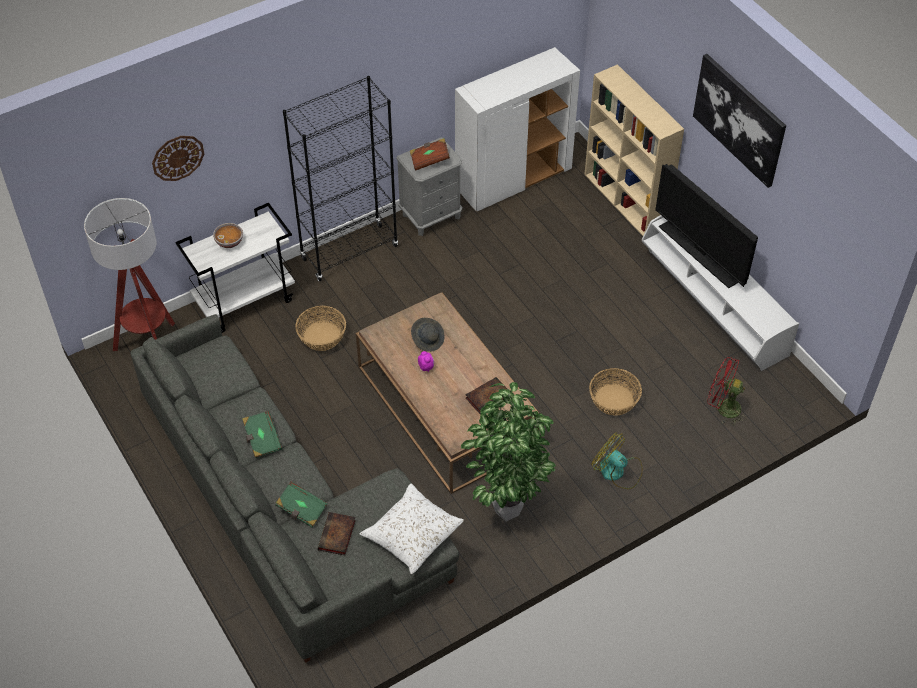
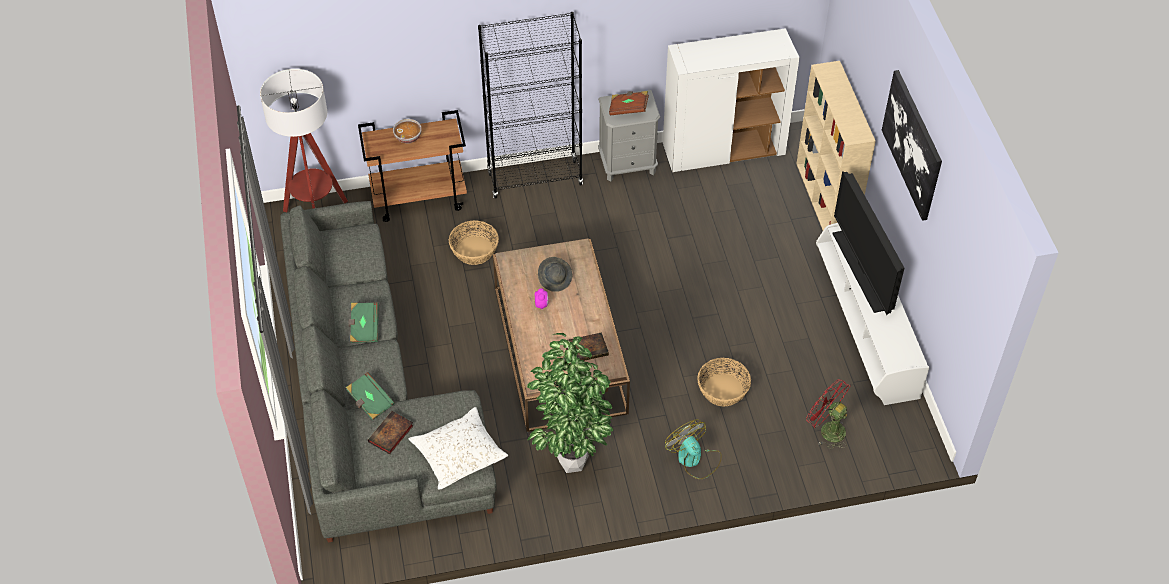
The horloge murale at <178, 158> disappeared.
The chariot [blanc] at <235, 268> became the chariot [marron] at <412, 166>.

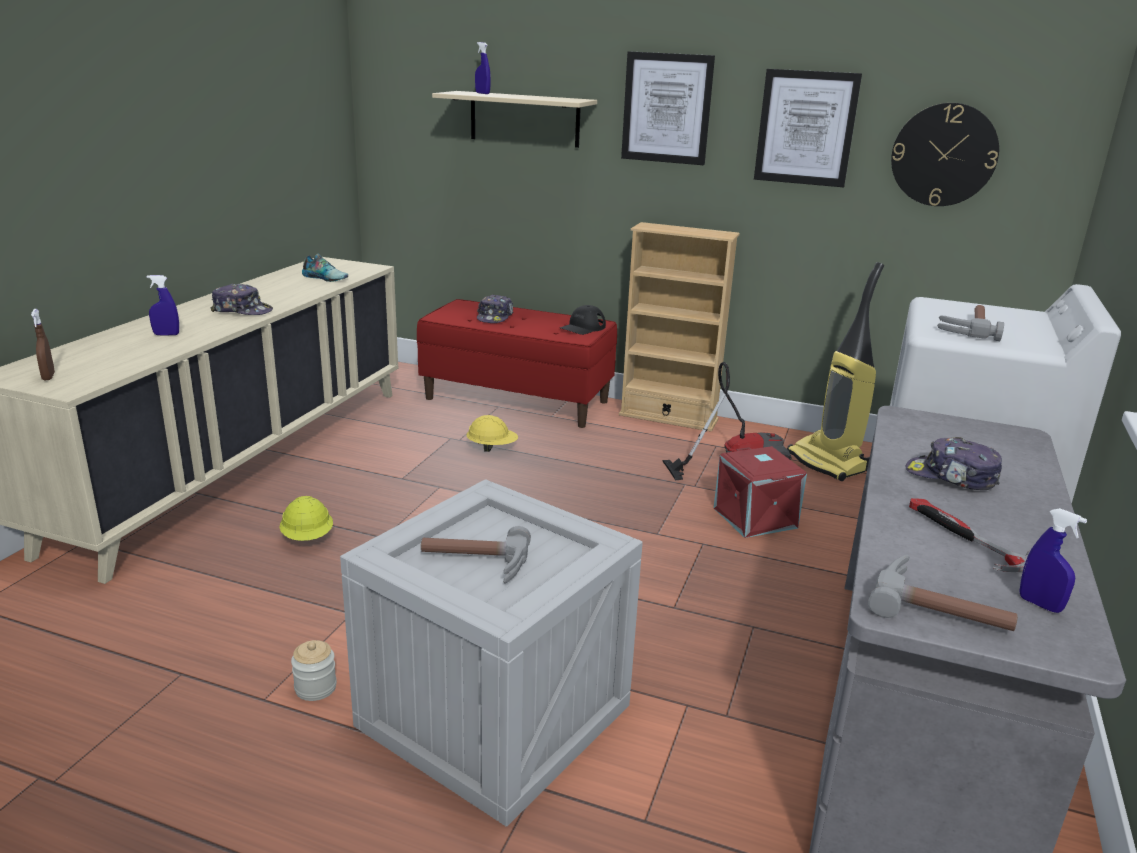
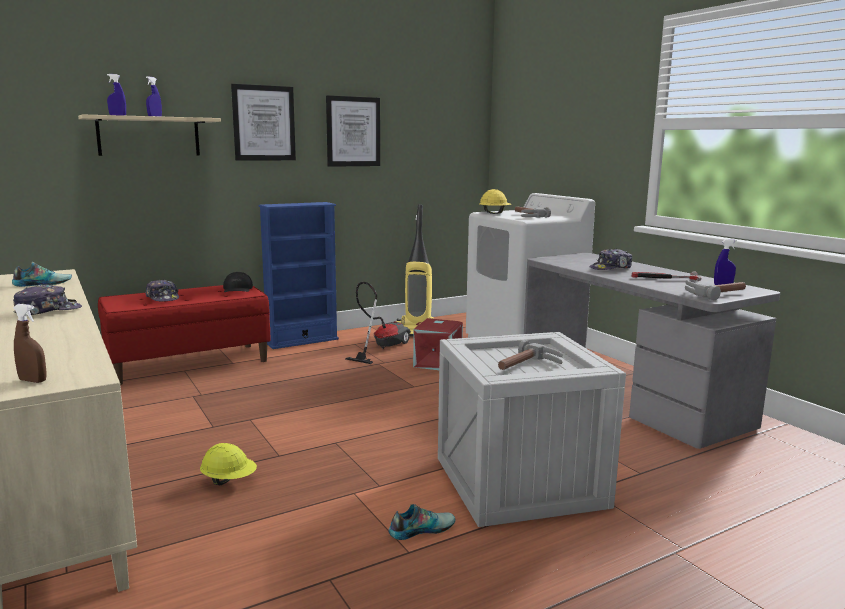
The vaporisateur [bleu] moved from <163, 305> to <154, 96>.
The bocal at <314, 670> was replaced by the chaussure at <422, 522>.
The casque de chantier [jaune] moved from <492, 433> to <495, 201>.
The bibliothèque [beige] at <679, 327> became the bibliothèque [bleu] at <299, 275>.
The horloge murale at <945, 154> disappeared.

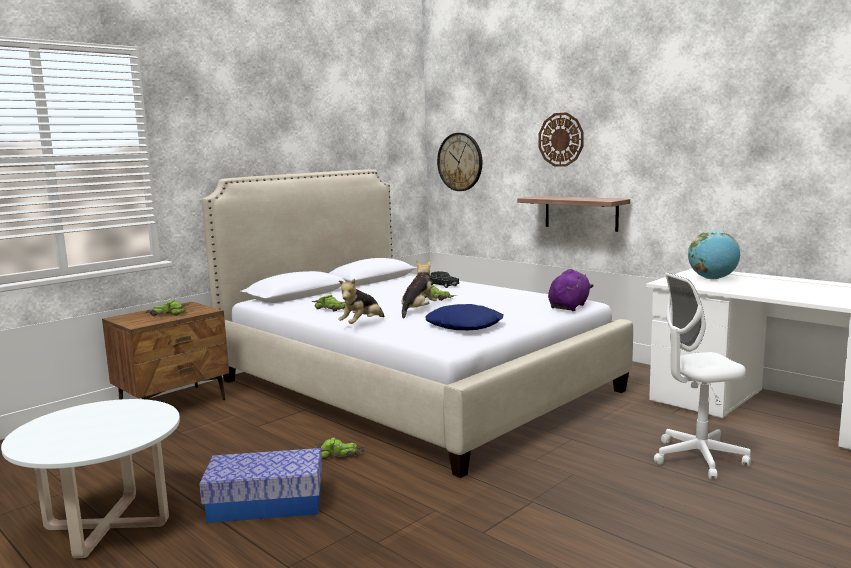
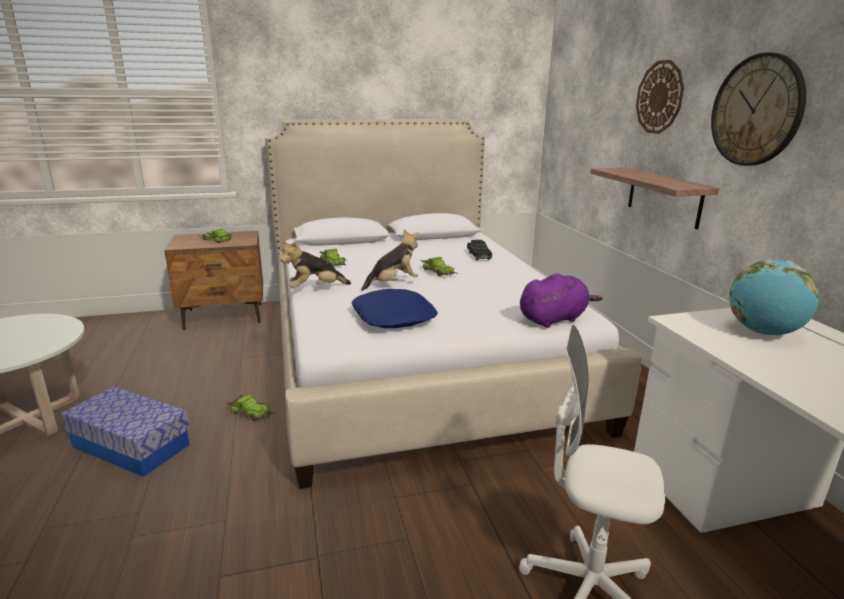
The horloge murale moved from <459, 162> to <758, 109>.

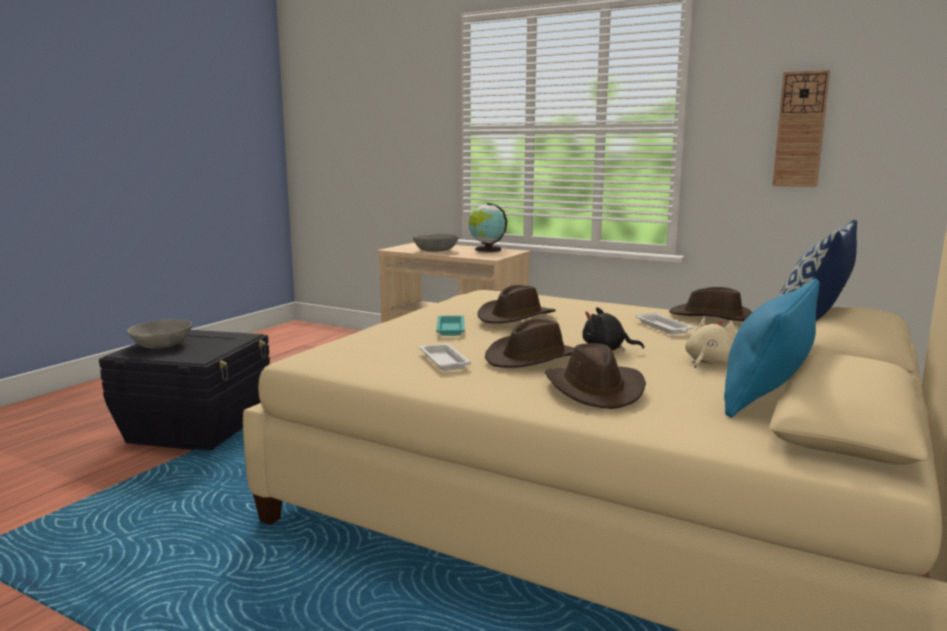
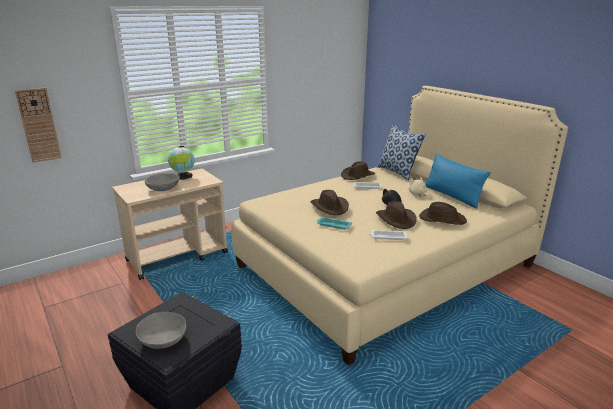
The horloge murale moved from <801, 128> to <38, 125>.

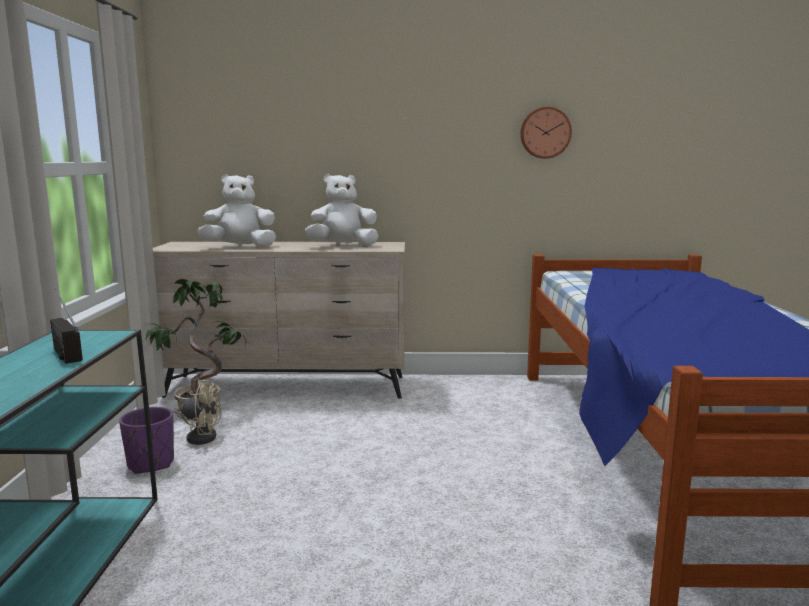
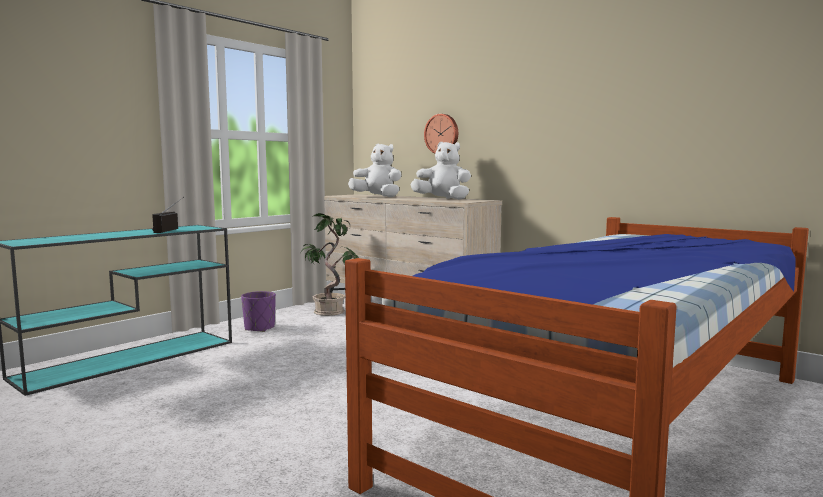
The ventilateur [beige] at <197, 412> disappeared.
The horloge murale moved from <546, 132> to <441, 133>.

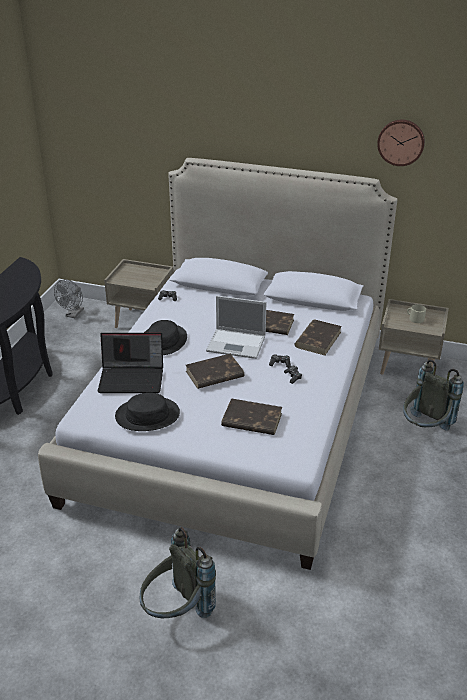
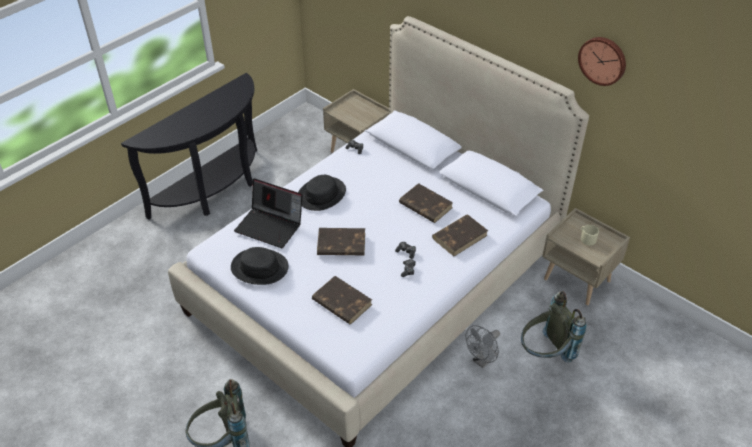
The ventilateur [gris] moved from <69, 299> to <482, 346>.
The ordinateur portable at <236, 327> disappeared.

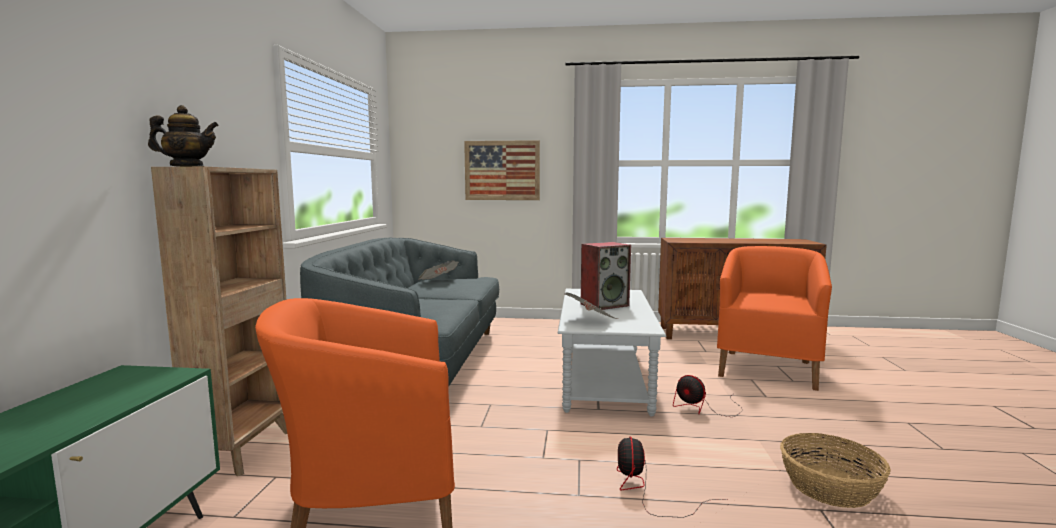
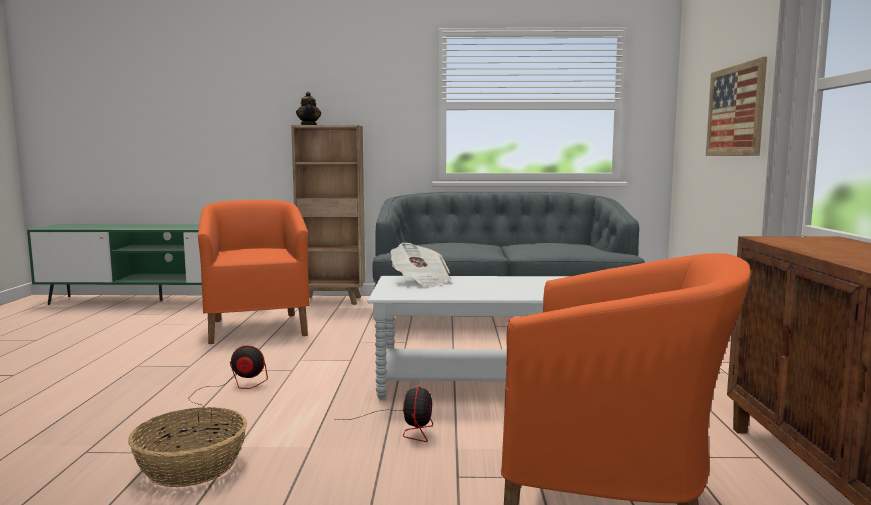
The journal at <439, 270> disappeared.
The enceinte at <606, 276> disappeared.
The ventilateur at <708, 396> turned 150 degrees clockwise.

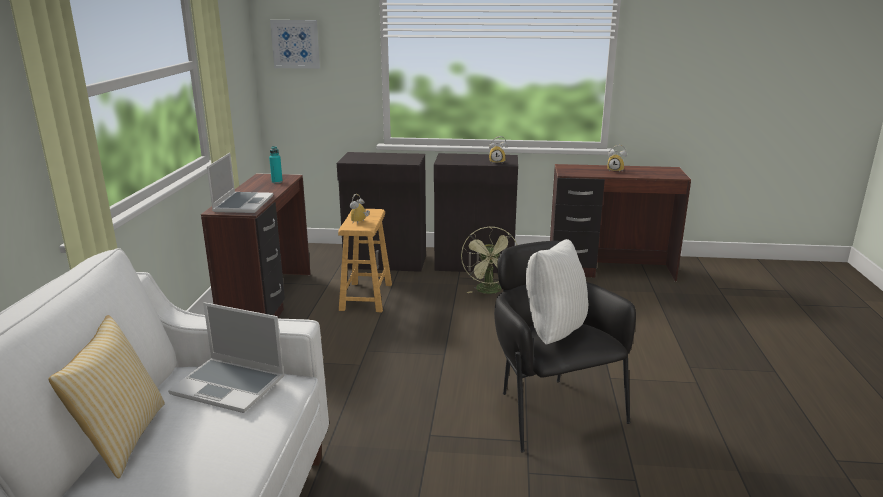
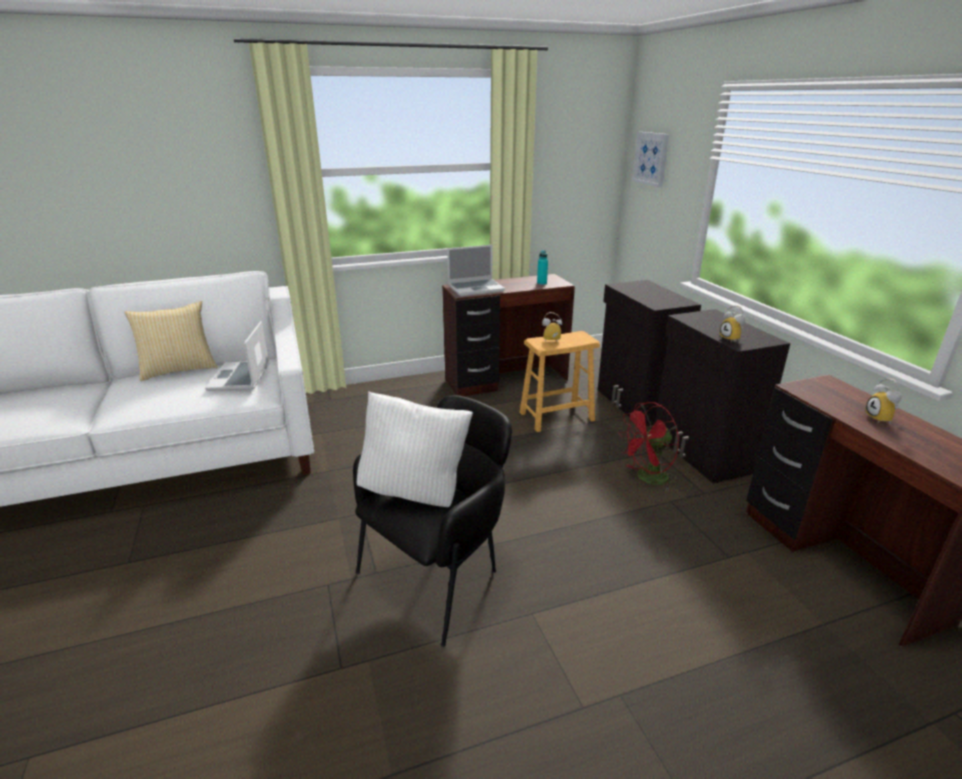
The ventilateur [vert] at <489, 260> became the ventilateur [rouge] at <648, 447>.

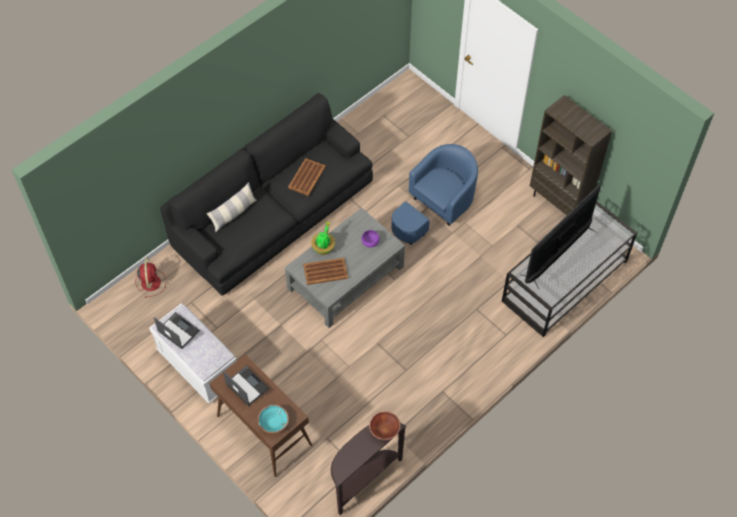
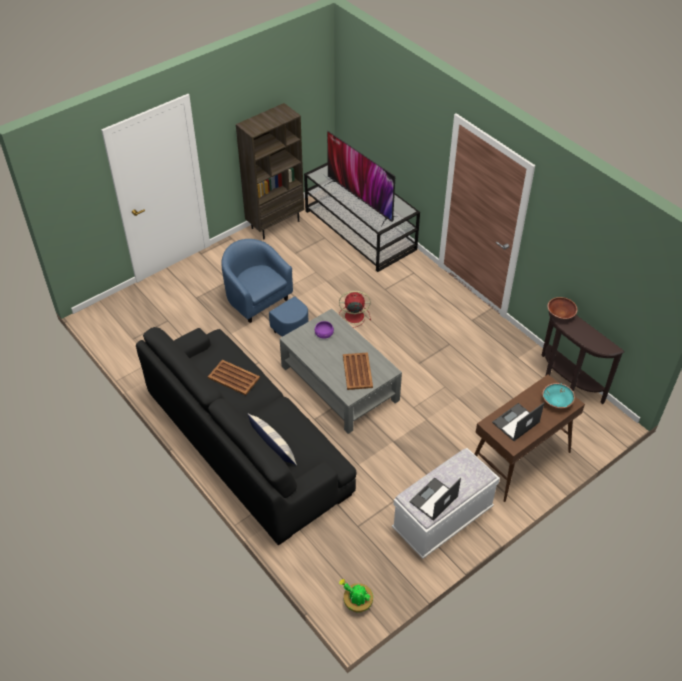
The ventilateur [rouge] moved from <150, 277> to <355, 309>.
The plante en pot moved from <323, 238> to <356, 596>.

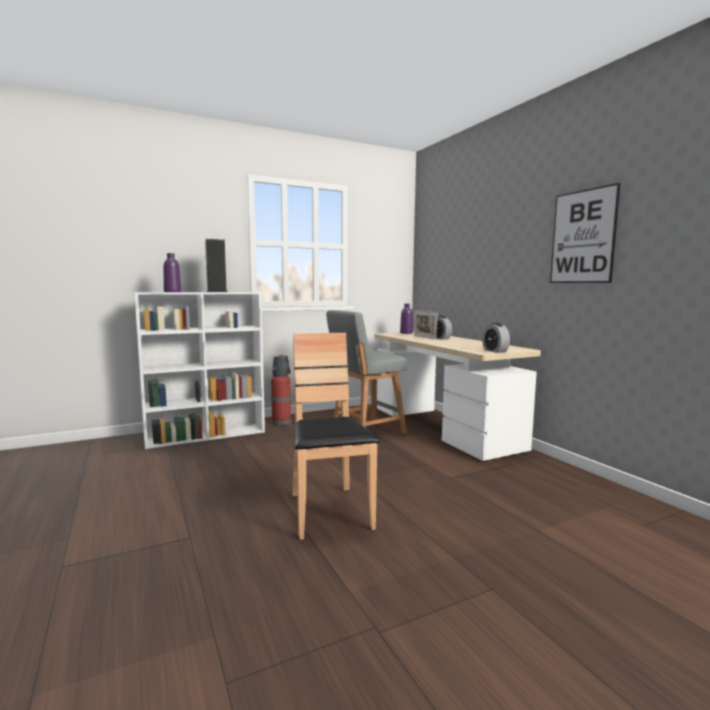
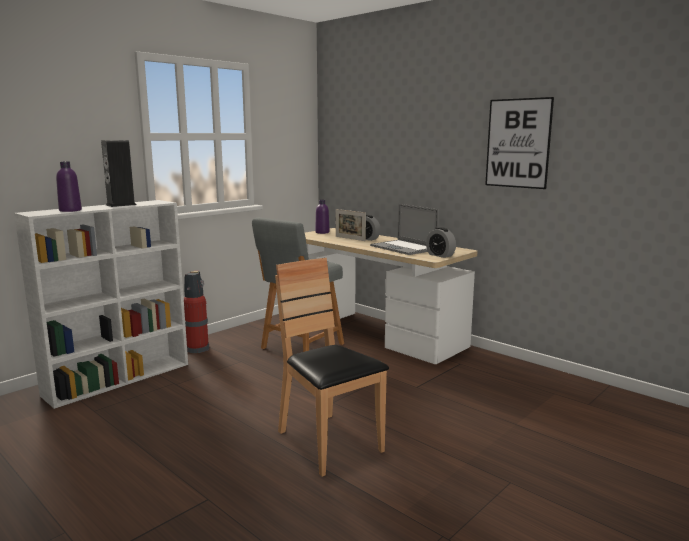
The ordinateur portable at <404, 229> appeared.

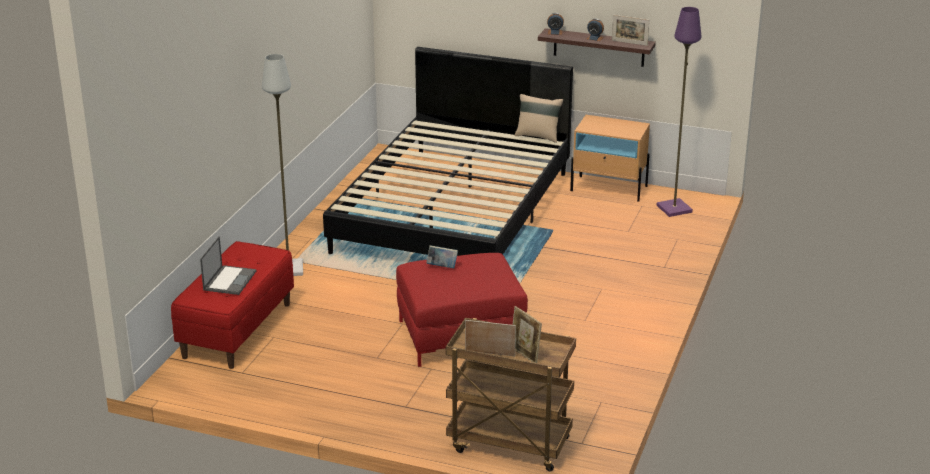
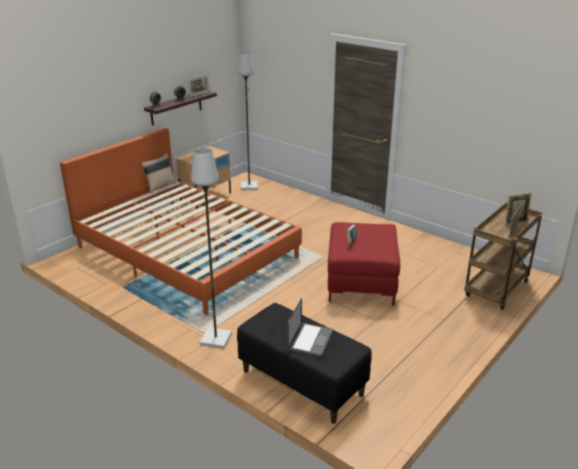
The banc [rouge] at <232, 305> became the banc [noir] at <304, 363>.
The ordinateur portable at <228, 265> turned 75 degrees clockwise.
The lit [noir] at <448, 151> became the lit [orange] at <181, 221>.
The lampadaire [violet] at <679, 112> became the lampadaire [gris] at <247, 121>.

